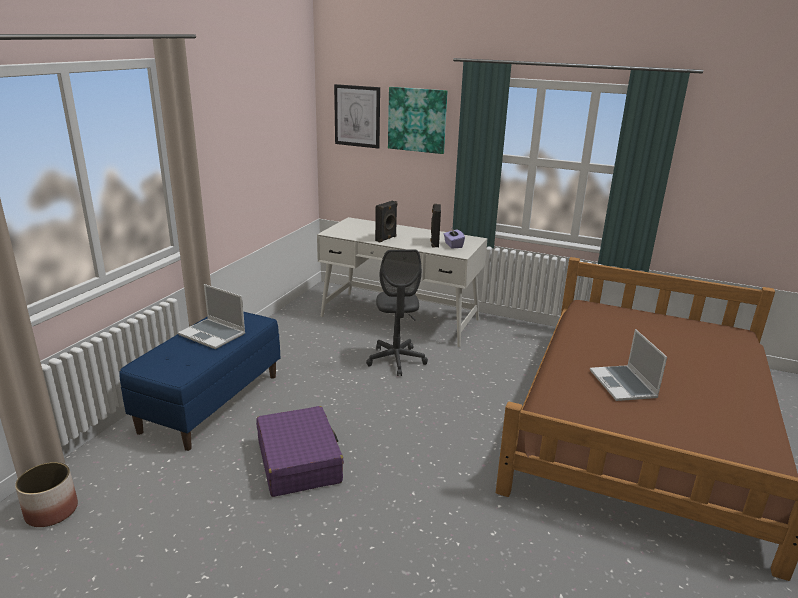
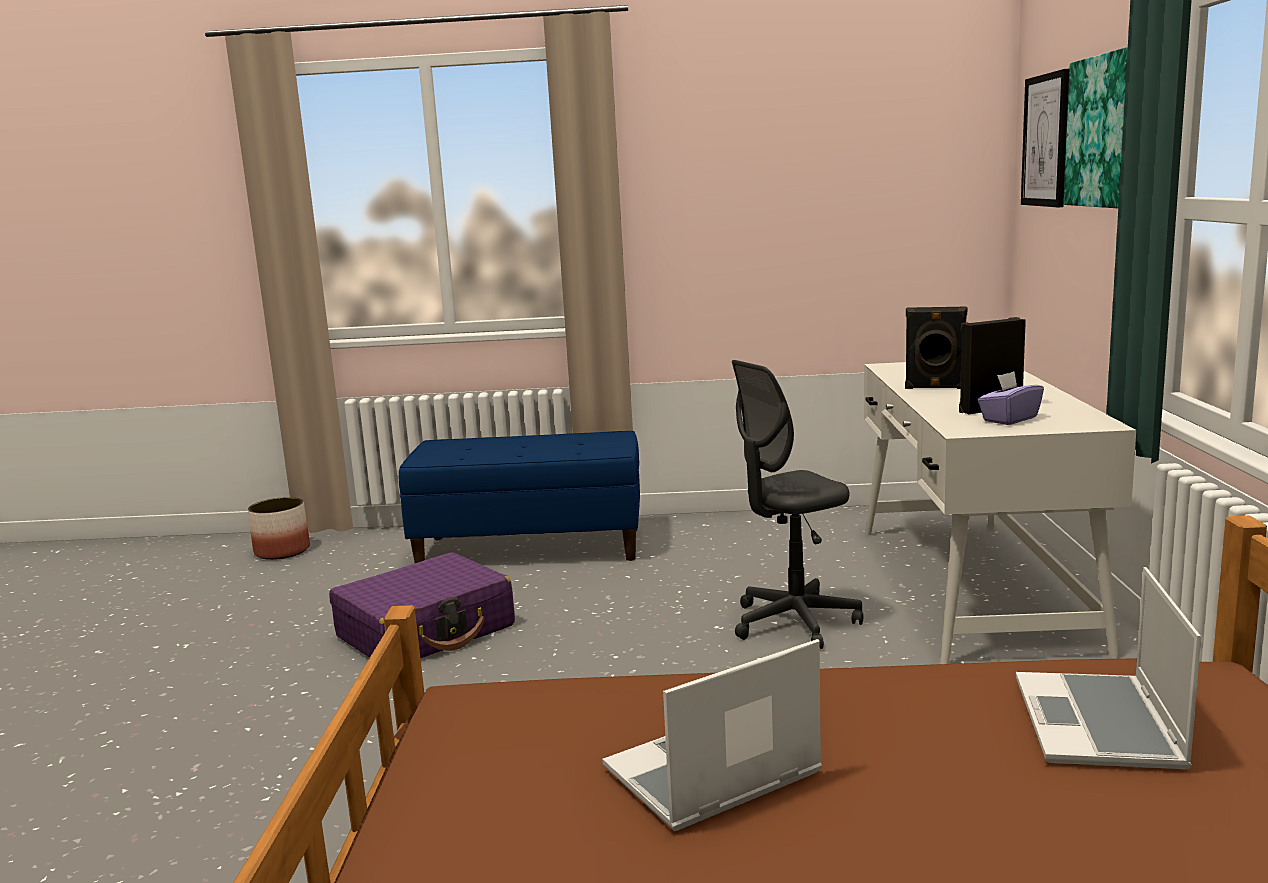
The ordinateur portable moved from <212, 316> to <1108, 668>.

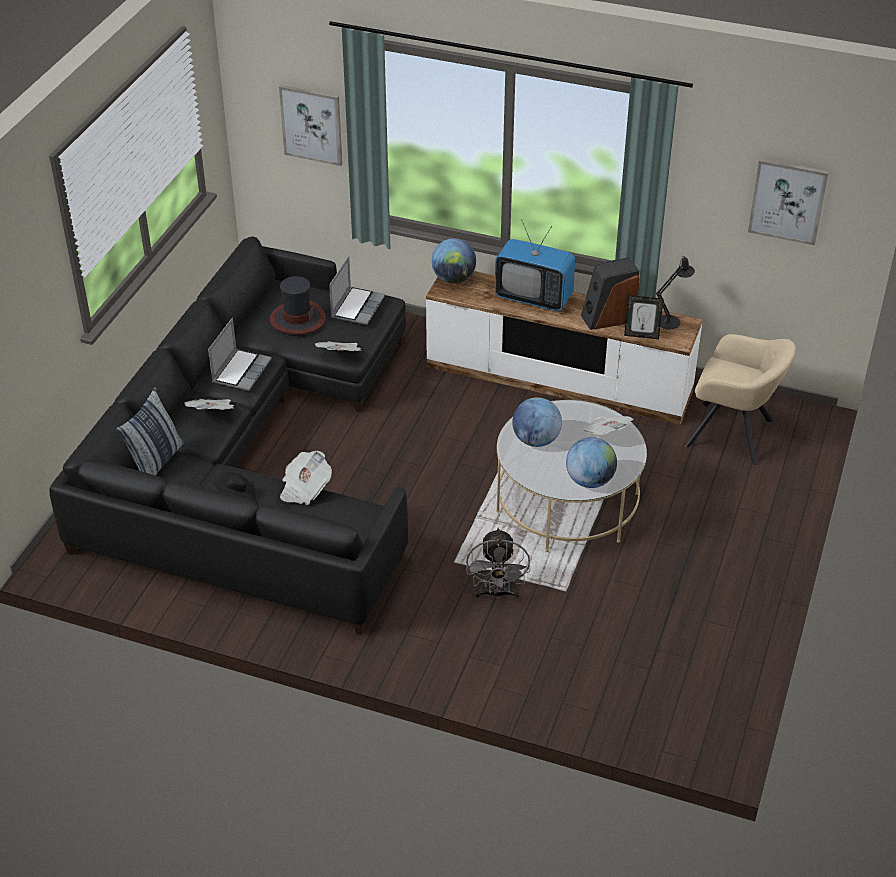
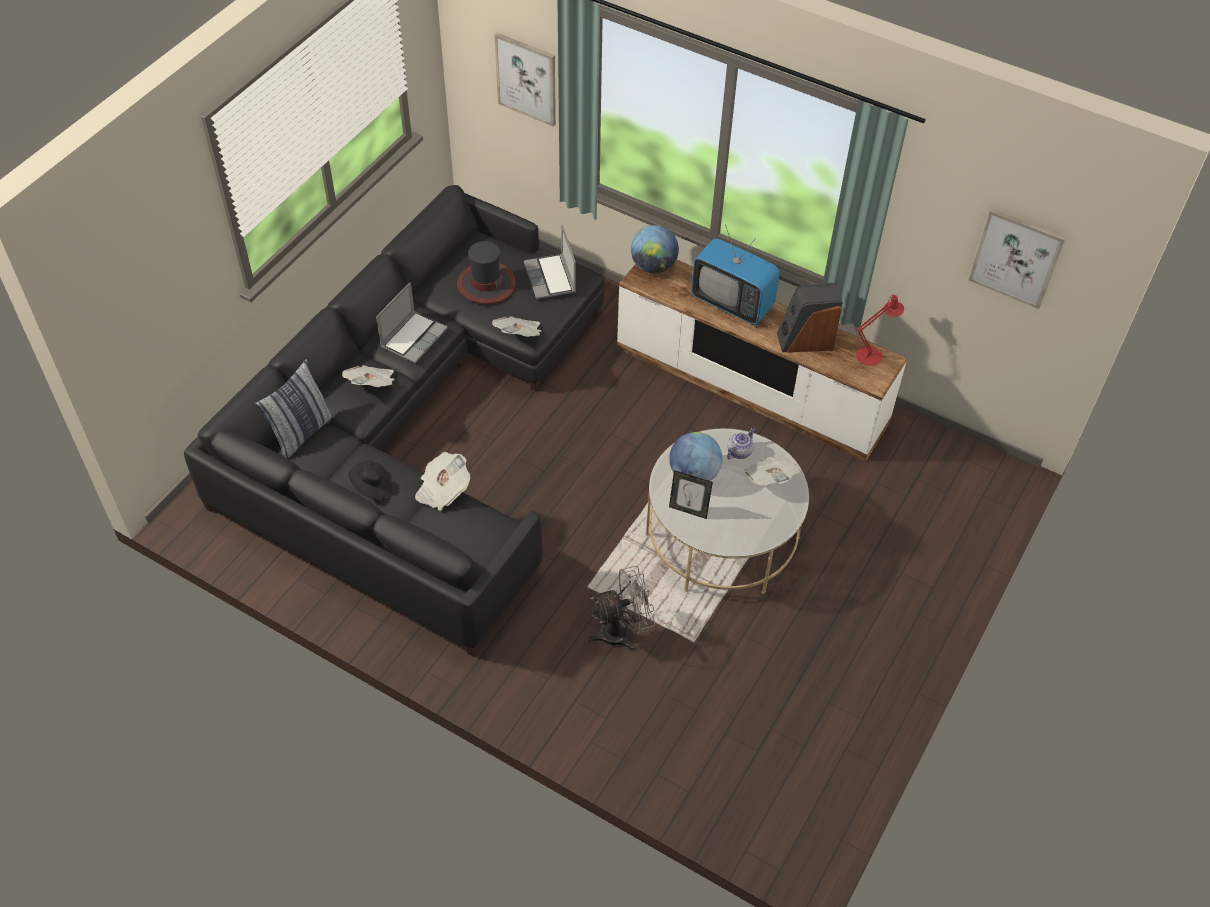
The ordinateur portable at <357, 290> turned 135 degrees clockwise.
The ventilateur [gris] at <498, 564> turned 120 degrees counterclockwise.
The globe at <591, 462> disappeared.
The cadre photo moved from <643, 317> to <691, 494>.
The lampe de table [noir] at <675, 292> became the lampe de table [rouge] at <880, 330>.
The fauteuil [beige] at <740, 399> disappeared.
The théière at <741, 444> appeared.

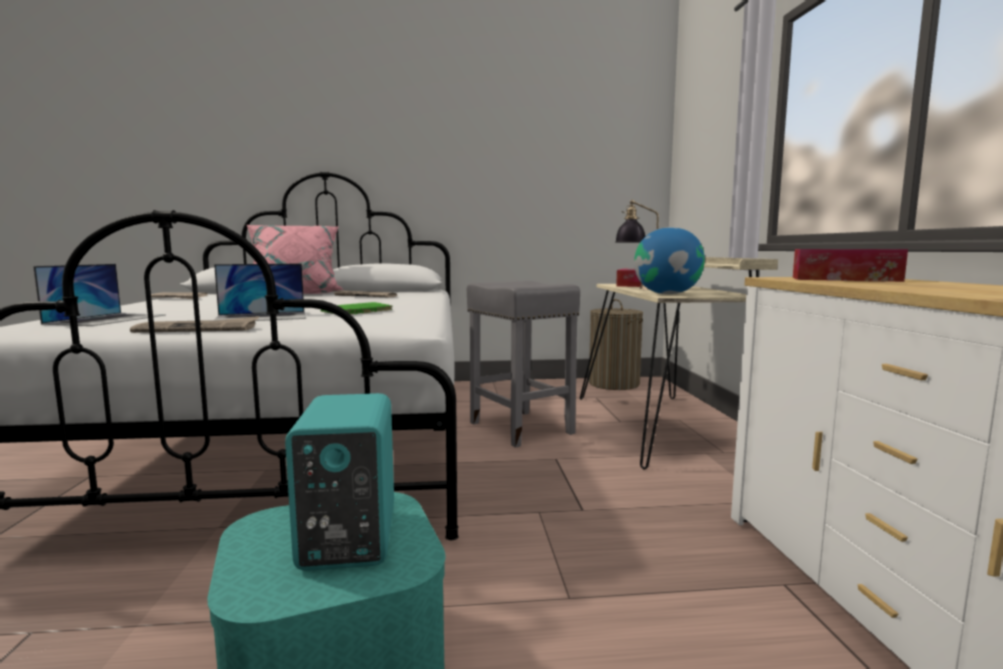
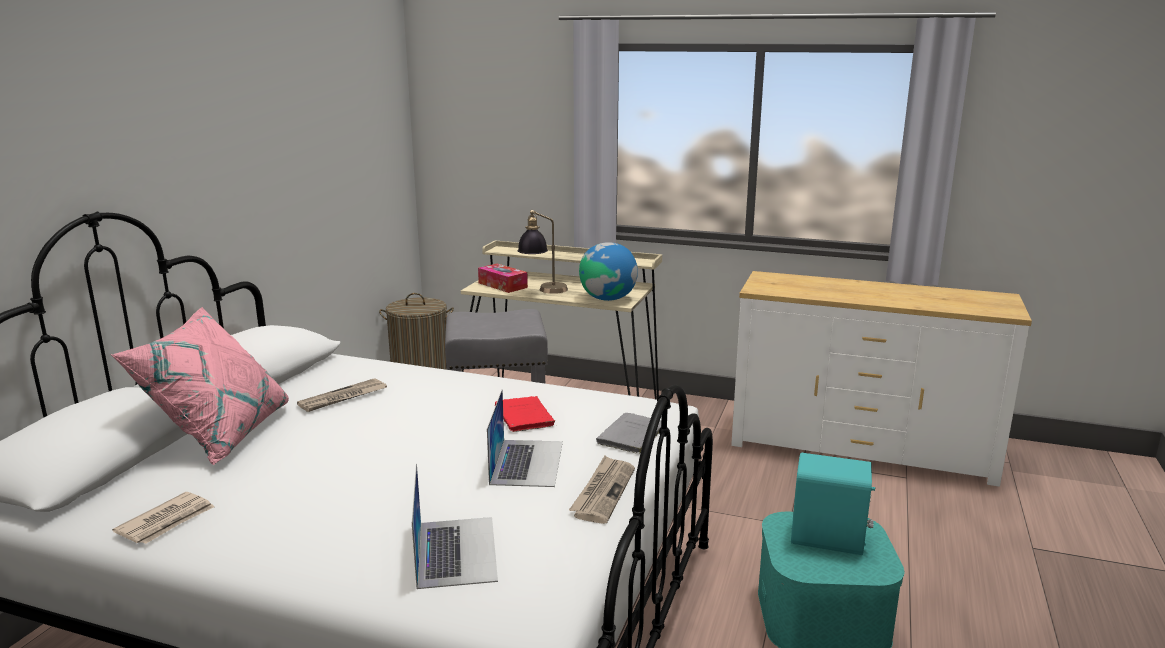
The ordinateur portable at <99, 295> turned 45 degrees clockwise.
The livre [vert] at <356, 308> became the livre [rouge] at <526, 414>.
The boîte à mouchoirs at <850, 265> disappeared.
The livre [gris] at <628, 433> appeared.

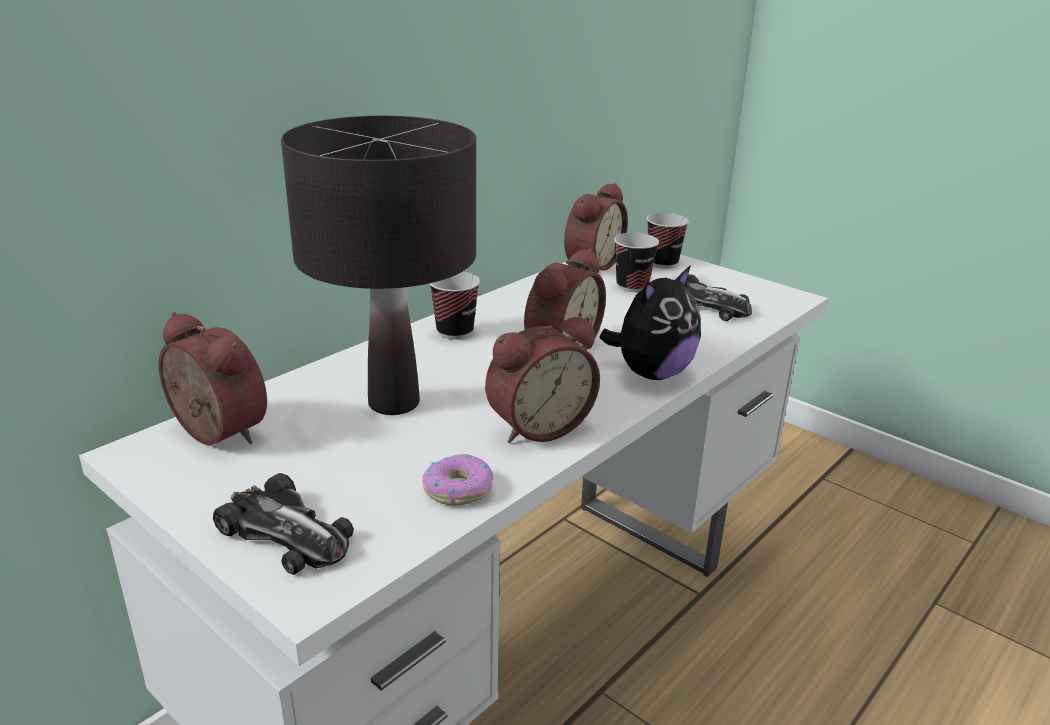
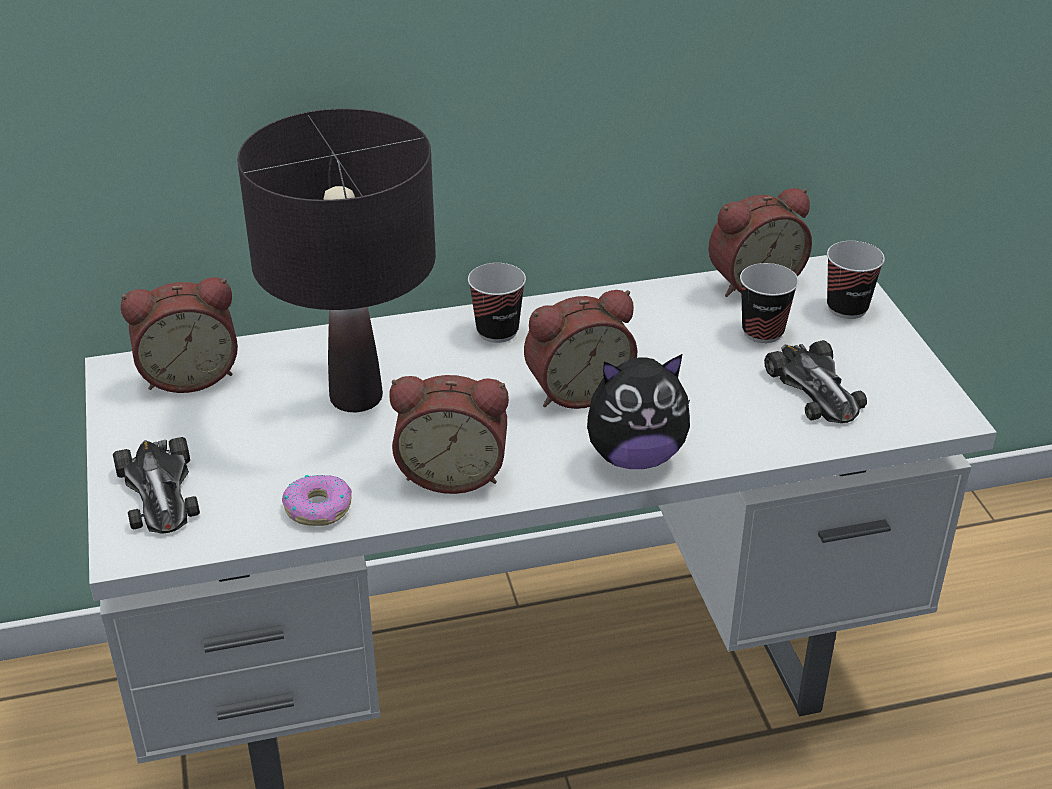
The réveil at <212, 378> turned 90 degrees clockwise.

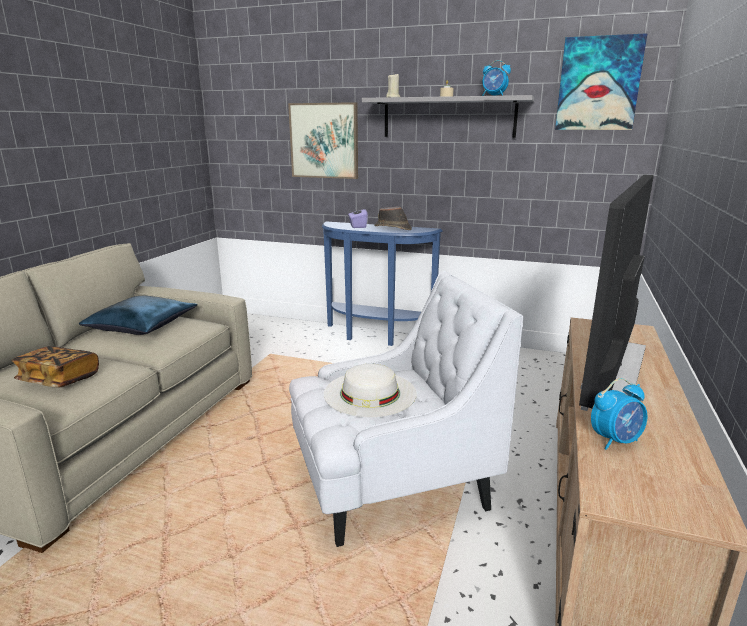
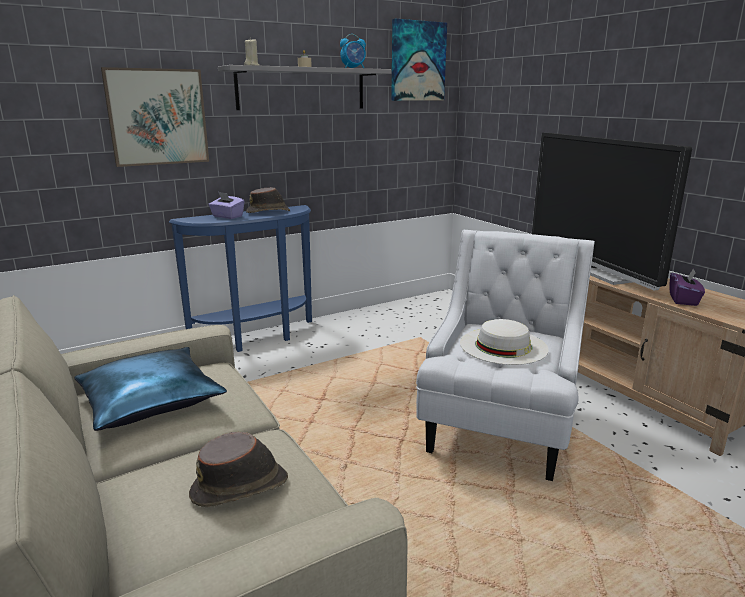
The livre at <55, 367> was replaced by the chapeau [marron] at <238, 469>.
The réveil at <619, 414> was replaced by the boîte à mouchoirs [violet] at <687, 287>.

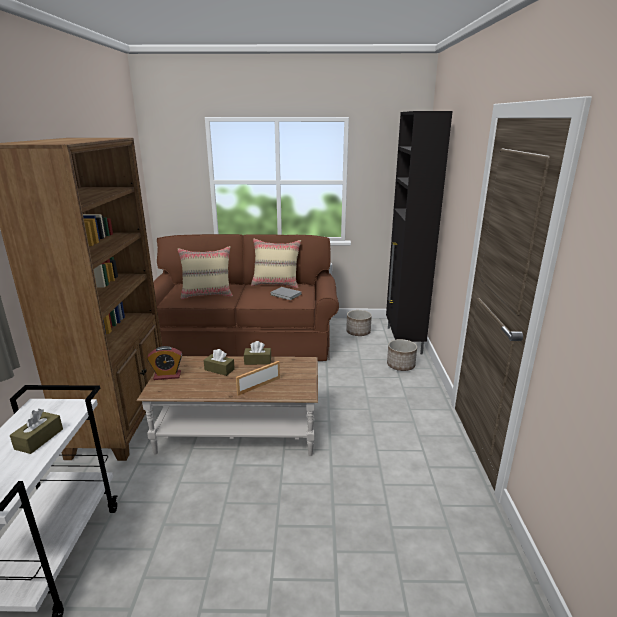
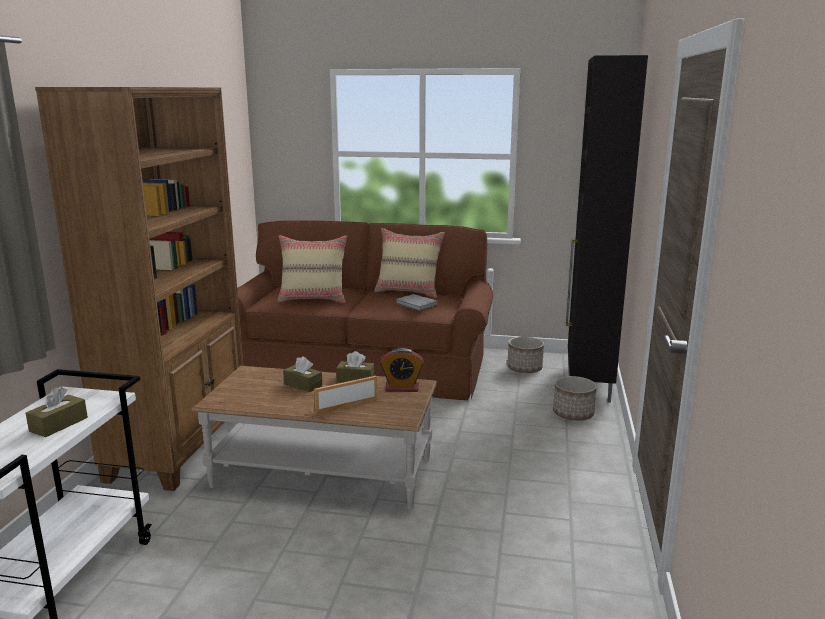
The réveil moved from <164, 363> to <402, 370>.

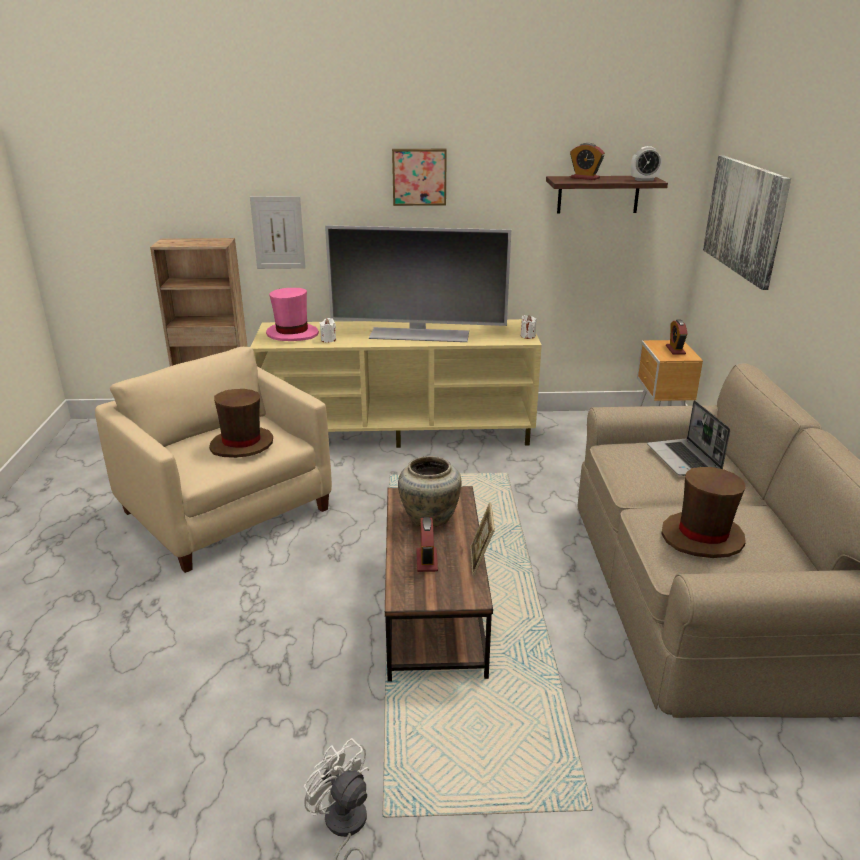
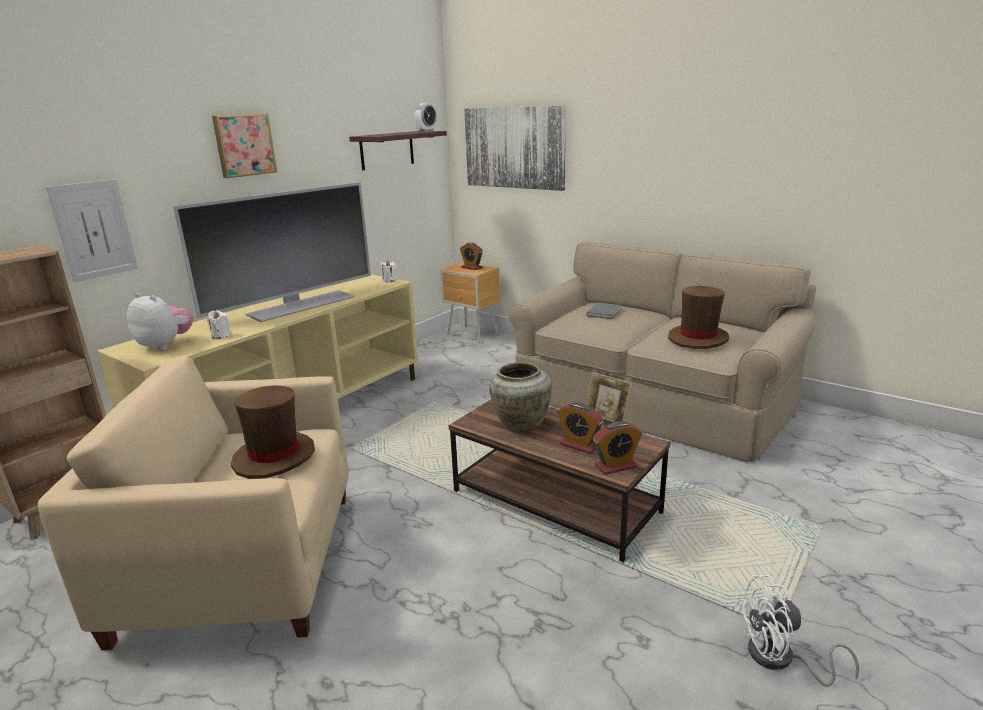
The chapeau [rose] at <292, 314> was replaced by the peluche at <160, 322>.
The réveil moved from <587, 161> to <617, 448>.
The ordinateur portable at <688, 438> was replaced by the livre [gris] at <604, 311>.

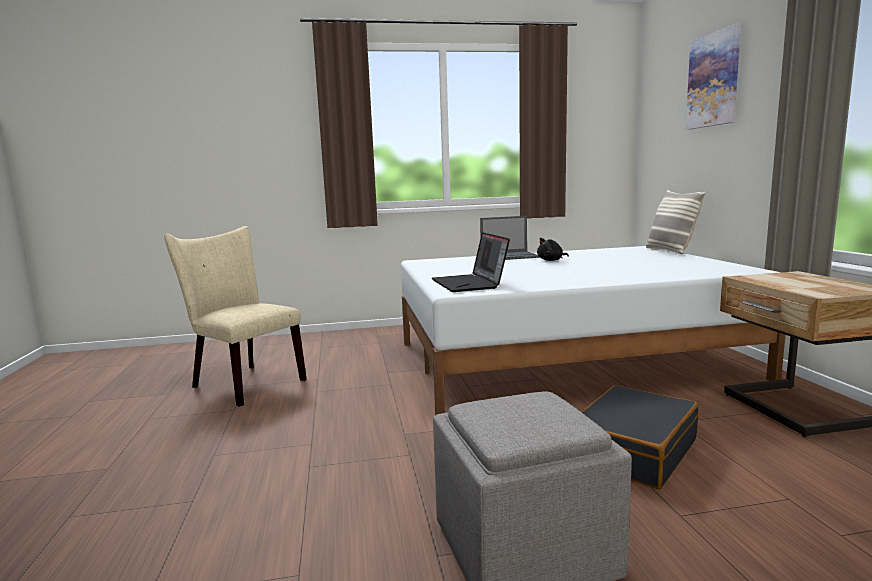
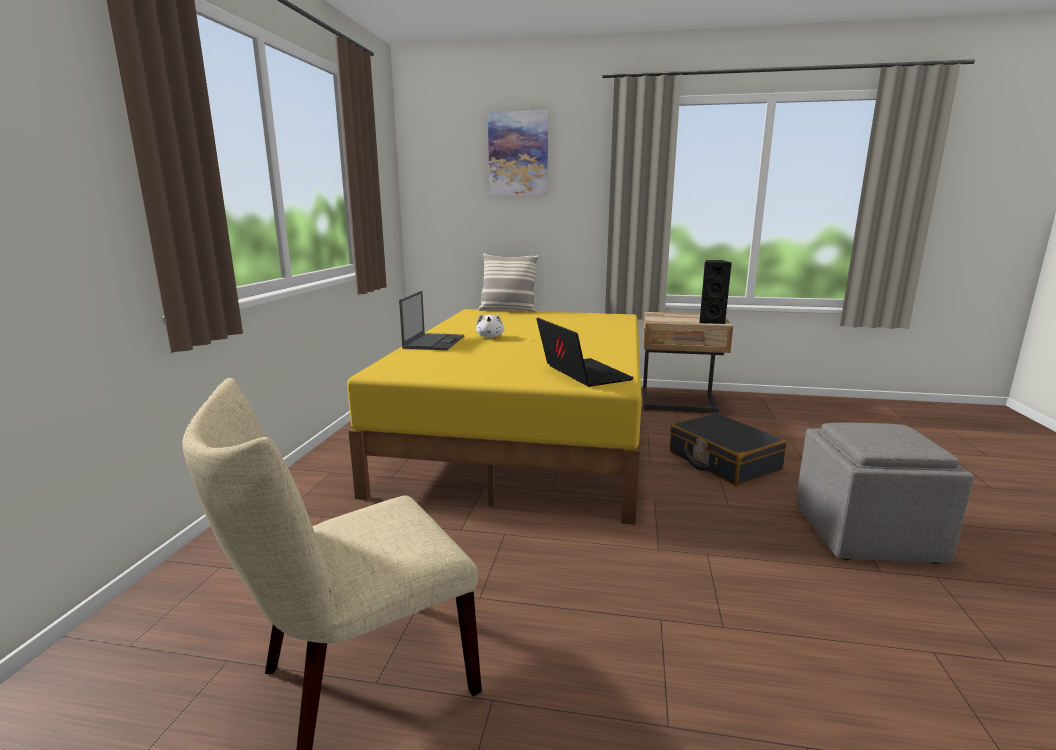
The lit [blanc] at <593, 330> became the lit [jaune] at <494, 417>.
The ordinateur portable at <471, 262> turned 120 degrees counterclockwise.
The peluche [noir] at <553, 249> became the peluche [blanc] at <490, 326>.
The enceinte [noir] at <716, 292> appeared.

